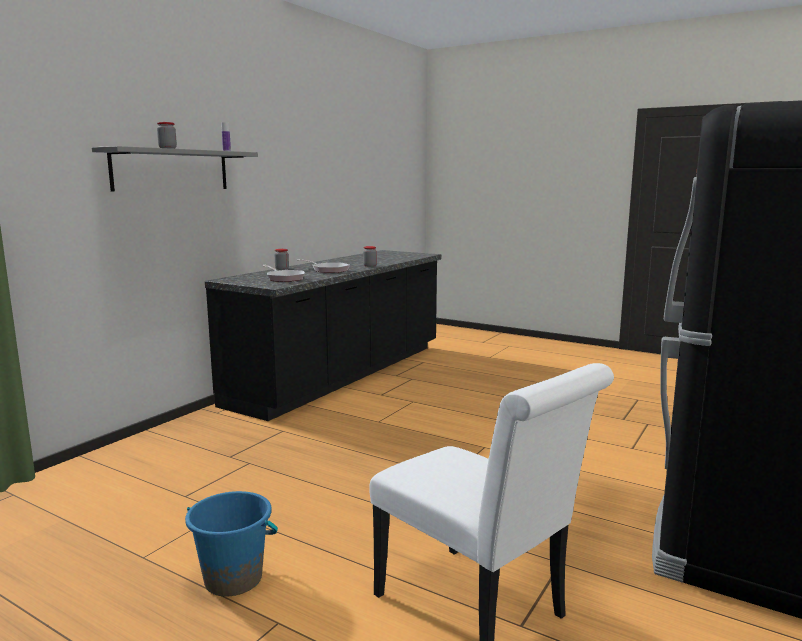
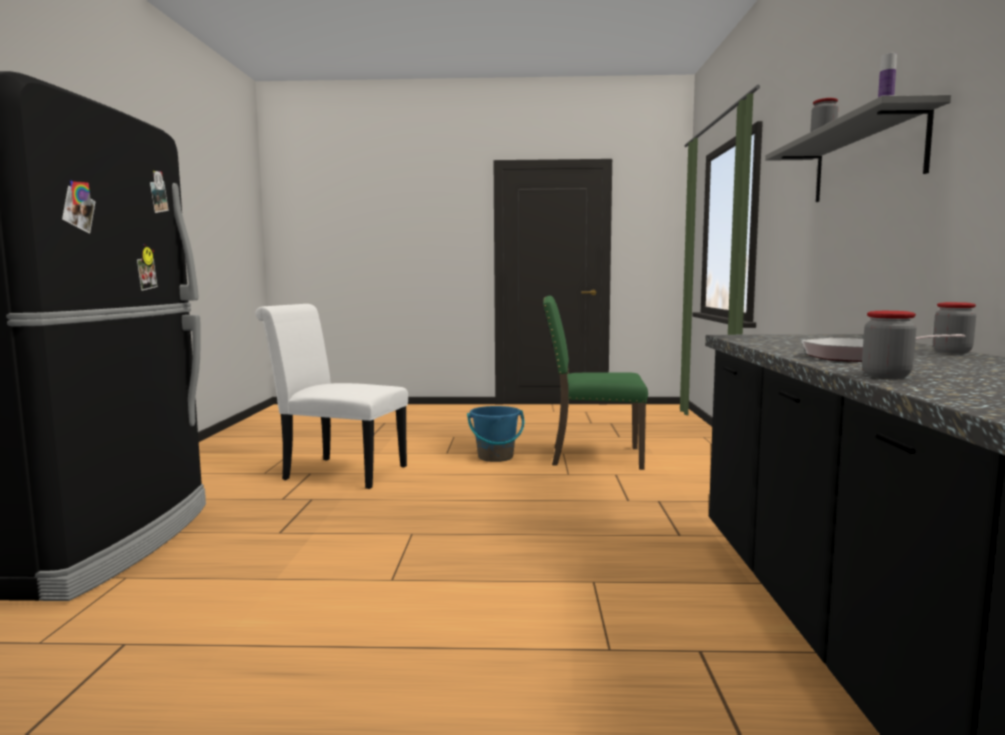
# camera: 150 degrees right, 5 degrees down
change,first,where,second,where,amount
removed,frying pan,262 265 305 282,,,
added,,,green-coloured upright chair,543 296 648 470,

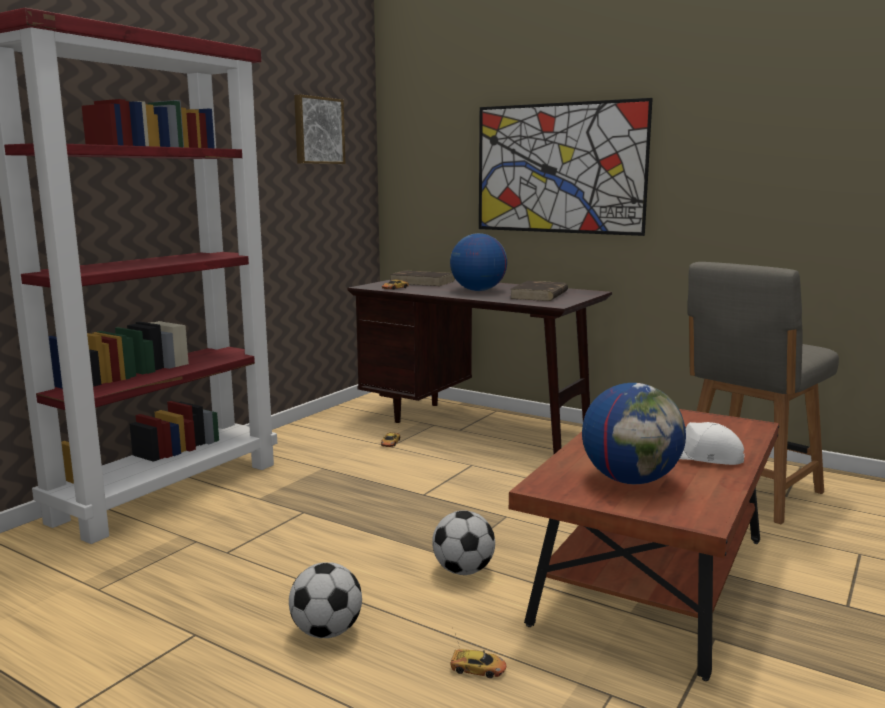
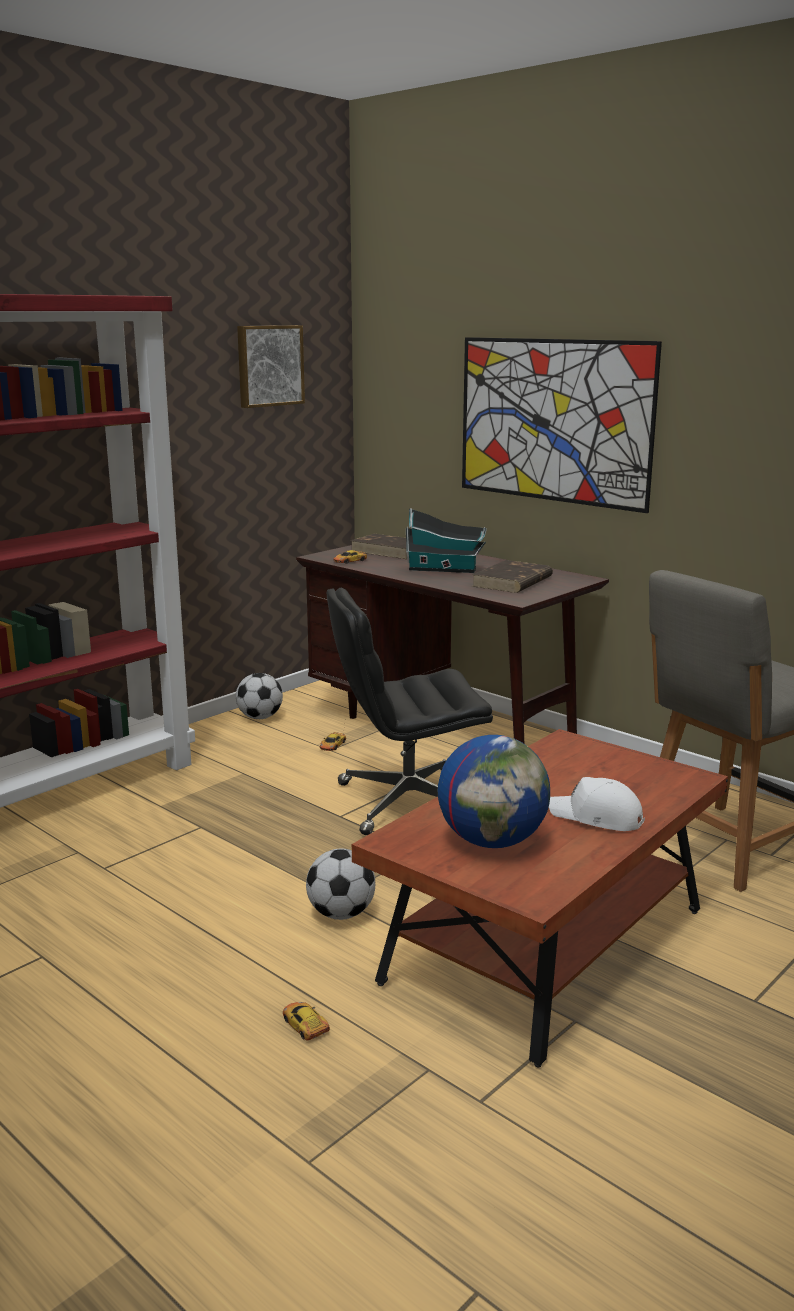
# camera: 10 degrees right, 5 degrees up
change,first,where,second,where,amount
added,,,black office chair,327 587 493 835,
moved,ball for football,289 562 362 638,,236 673 283 719,
replaced,world globe,450 233 507 291,toy house,406 508 487 573,
turned,model car,450 634 506 678,,283 1002 330 1040,150 degrees counterclockwise

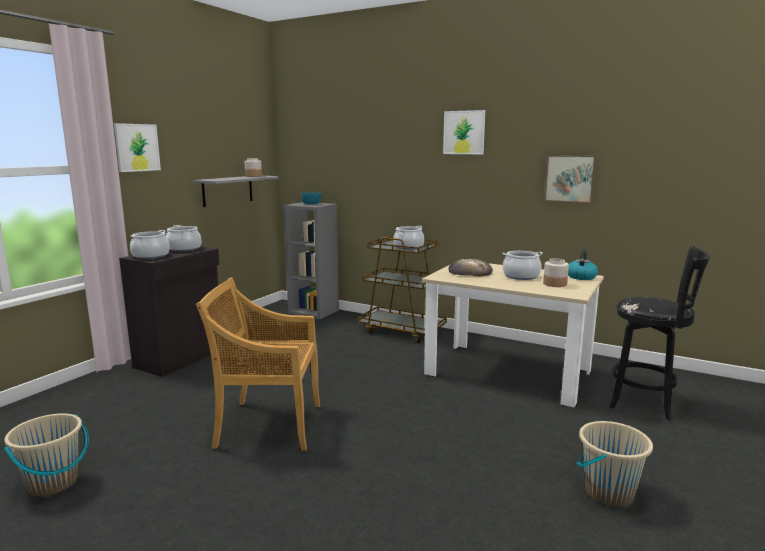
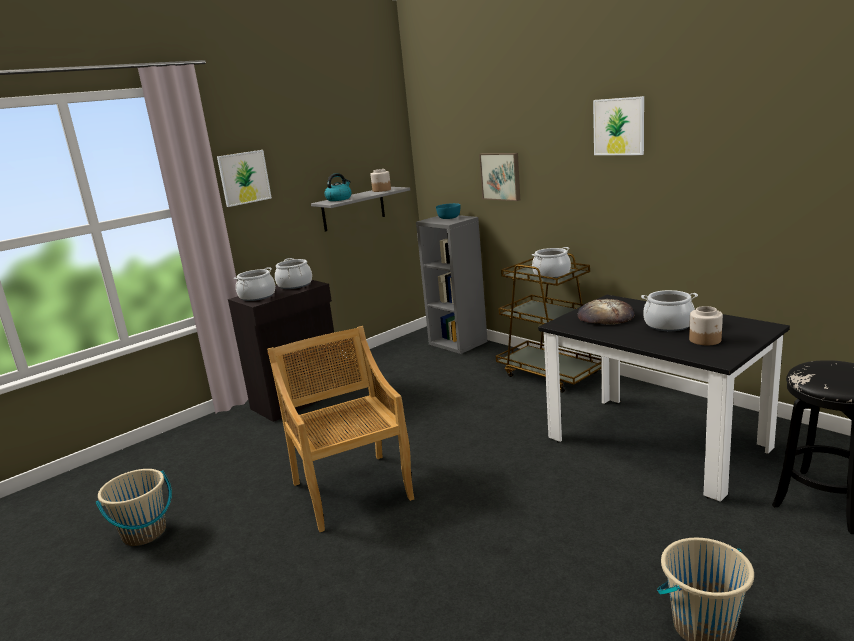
# camera: 20 degrees right, 5 degrees up
change,first,where,second,where,amount
moved,picture,544 155 596 203,,479 153 520 201,
moved,tea kettle,568 249 598 280,,324 173 352 201,
recoloured,beige-coloured kitchen table,422 263 604 408,black kitchen table,538 295 790 502,
turned,beige-coloured upright chair,196 277 320 451,,267 326 414 532,45 degrees clockwise

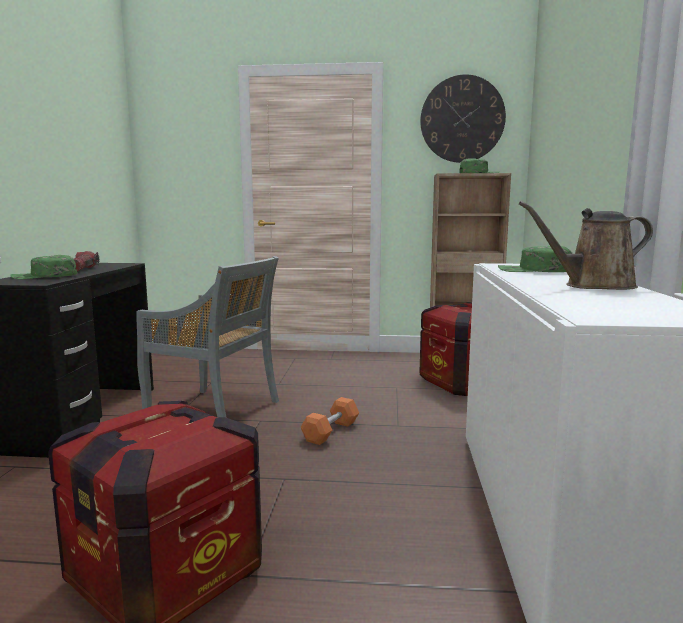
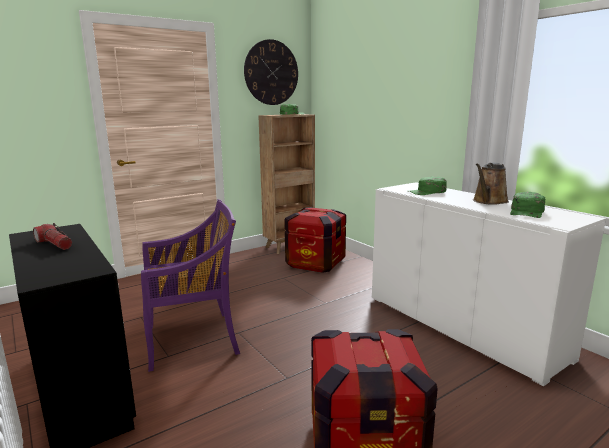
# camera: 40 degrees left, 5 degrees up
change,first,where,second,where,amount
removed,orange-coloured dumbbell,301 397 359 445,,,
moved,green-coloured cap,10 255 77 279,,510 192 545 218,
recoloured,greyish upright chair,137 256 279 418,purple upright chair,141 199 240 372,

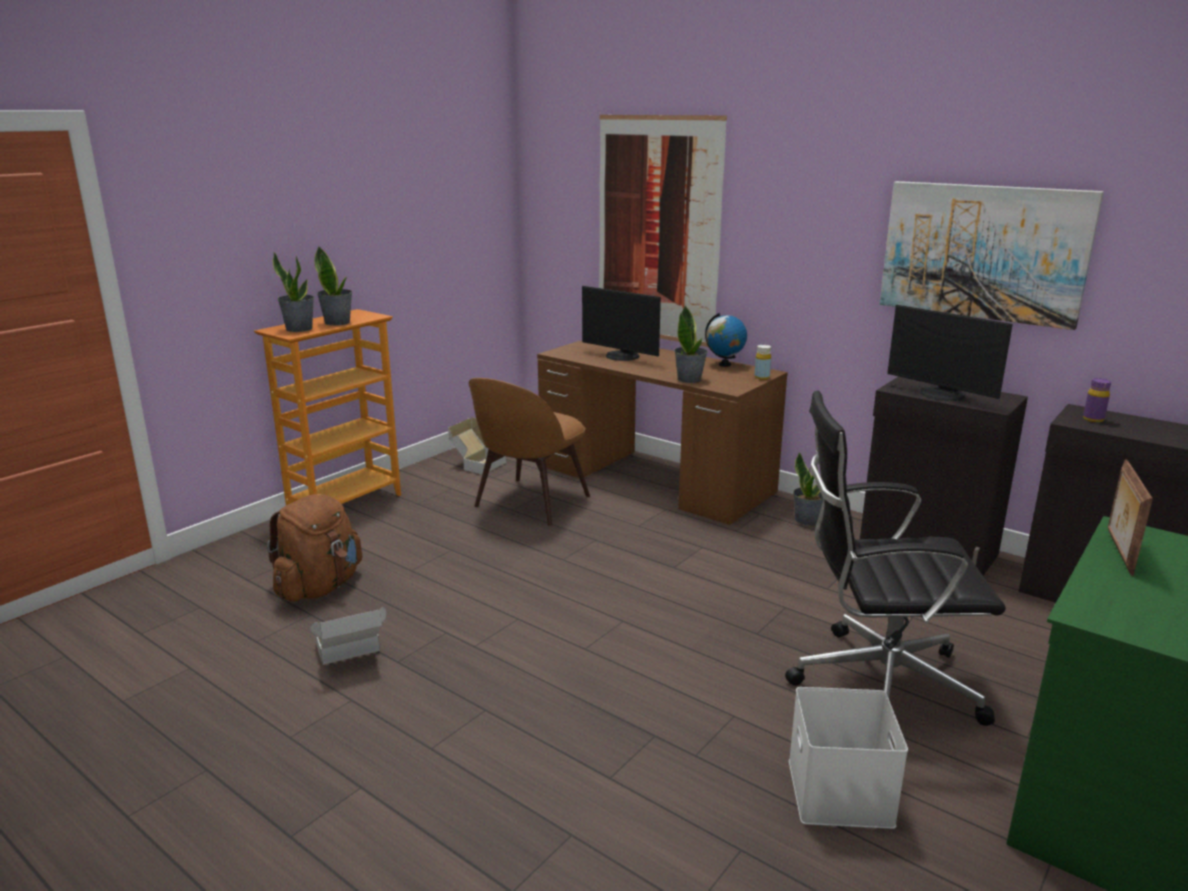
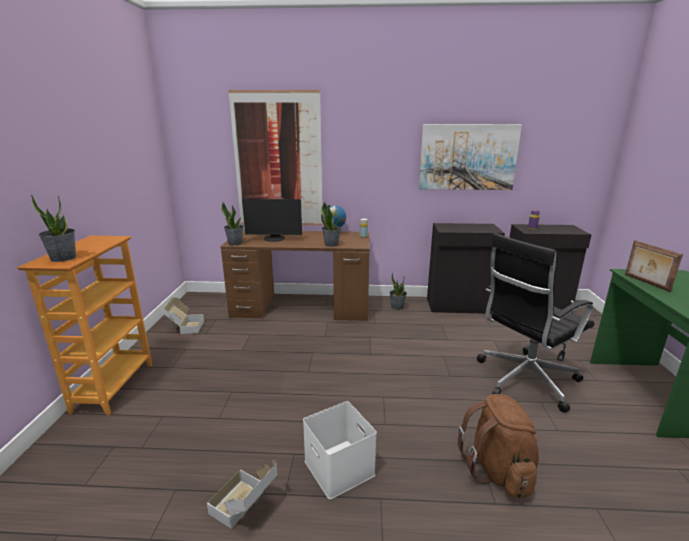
# camera: 35 degrees left, 0 degrees up
change,first,where,second,where,amount
removed,brownish upright chair,469 378 590 526,,,
removed,computer display,887 305 1013 401,,,
moved,brownish rucksack,267 494 362 602,,458 394 539 498,
moved,plant in a pot,314 246 353 326,,221 202 244 246,
moved,white-coloured storage bin,789 687 908 829,,303 401 377 499,

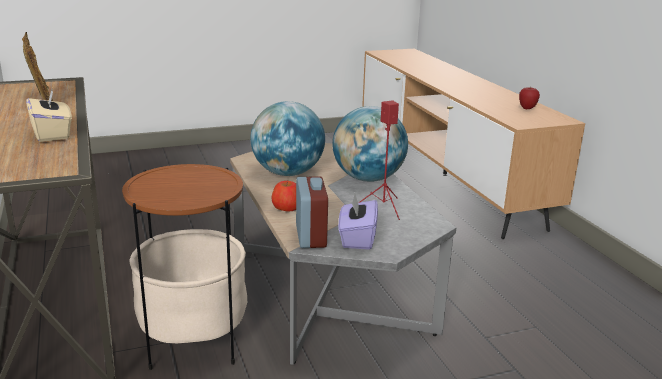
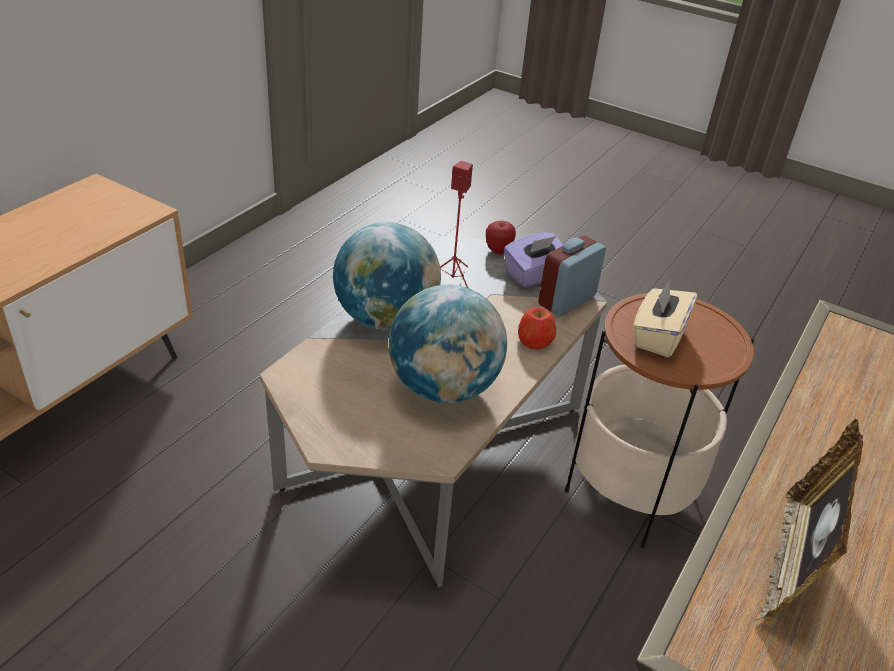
# camera: 130 degrees left, 15 degrees up
change,first,where,second,where,amount
moved,beige-coloured box of tissues,26 89 72 142,,633 280 697 357,
moved,whole apple,519 87 540 109,,486 221 516 254,

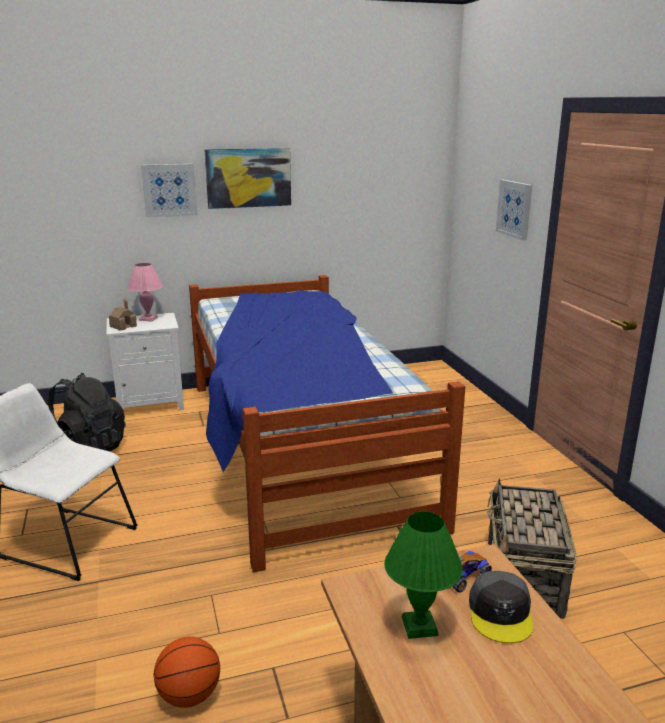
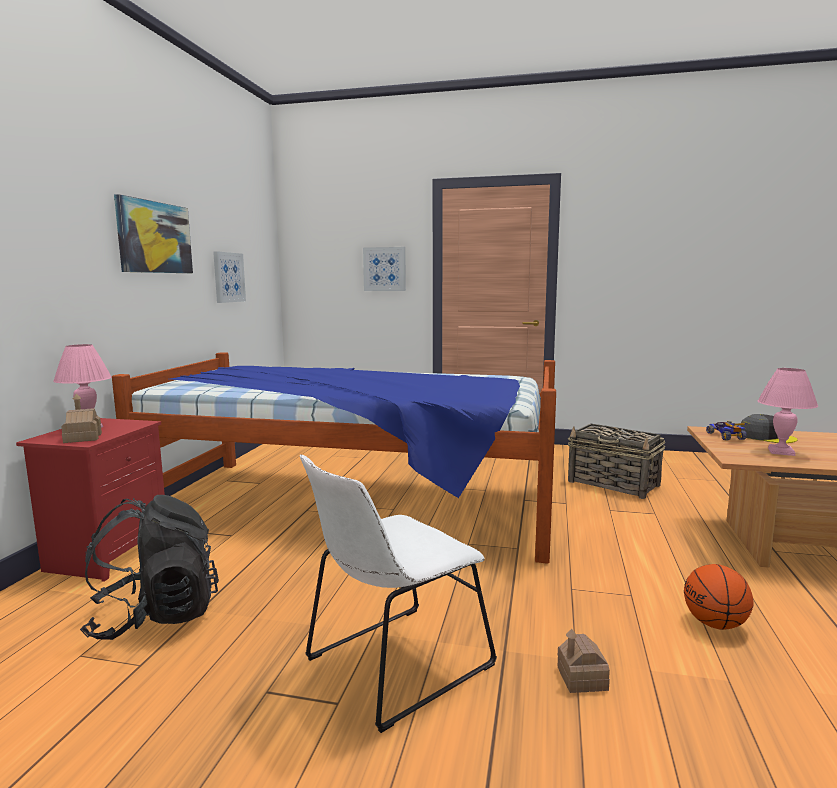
# camera: 60 degrees left, 10 degrees down
change,first,where,second,where,amount
added,,,toy house,557 629 610 693,
moved,picture,141 164 197 218,,213 251 246 303,
recoloured,white-coloured nightstand,107 313 184 410,reddish nightstand,16 418 165 582,
recoloured,green-coloured tabletop lamp,384 512 463 639,pink-coloured tabletop lamp,758 368 818 456,

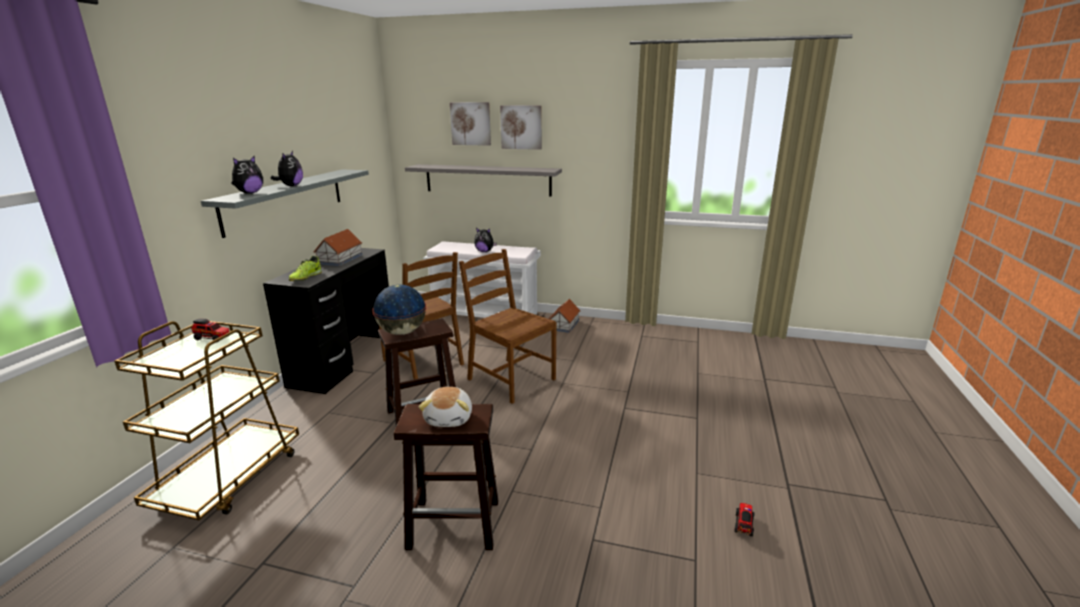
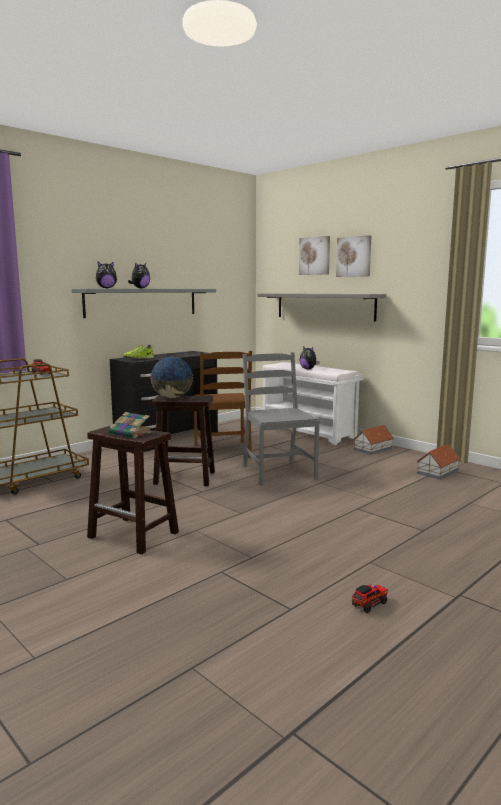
# camera: 30 degrees right, 10 degrees down
change,first,where,second,where,amount
moved,toy house,314 229 362 266,,417 444 460 480,
replaced,cuddly toy,419 387 472 427,volume,109 412 152 438,
recoloured,brownish upright chair,459 249 556 404,greyish upright chair,243 352 319 486,

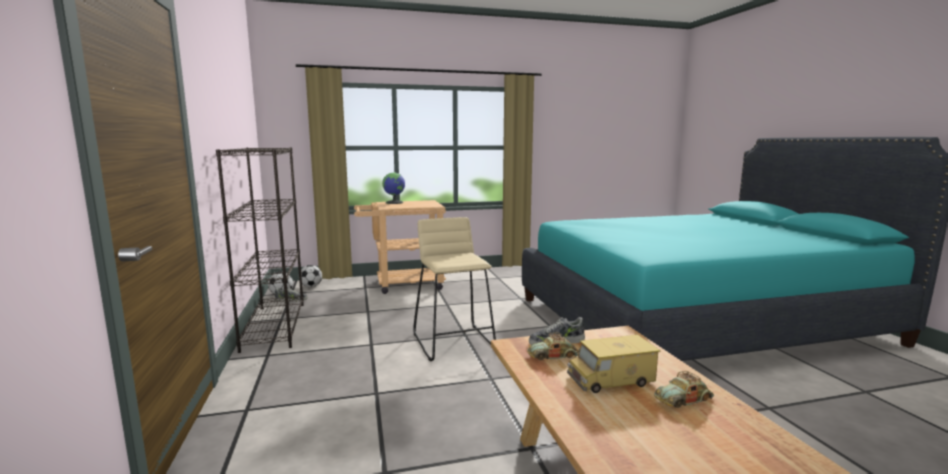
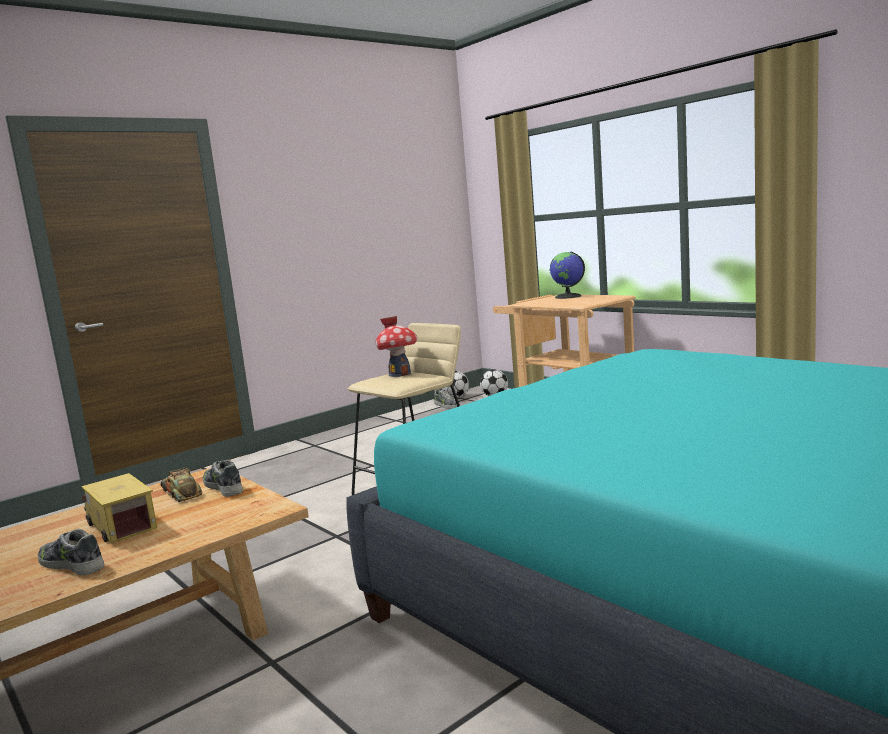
# camera: 65 degrees right, 0 degrees up
change,first,where,second,where,amount
removed,black bookcase,216 147 304 353,,,
added,,,toy house,375 316 417 377,
replaced,model car,654 371 714 408,low shoe,38 529 104 576,

